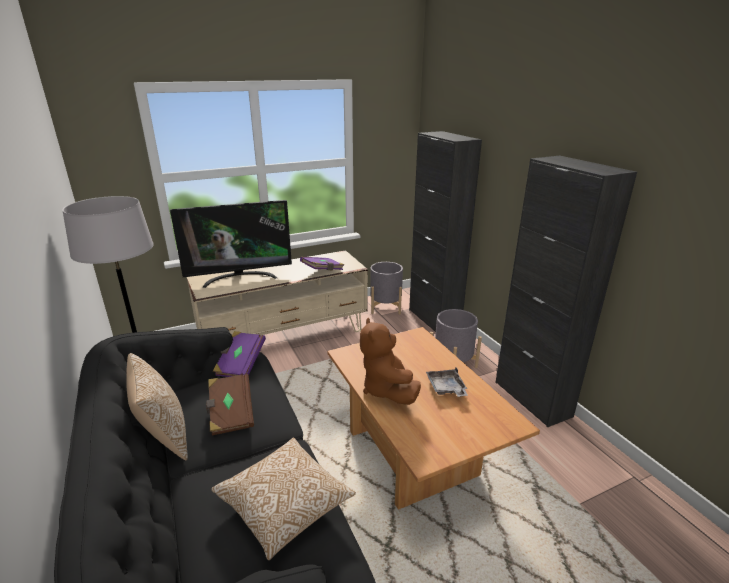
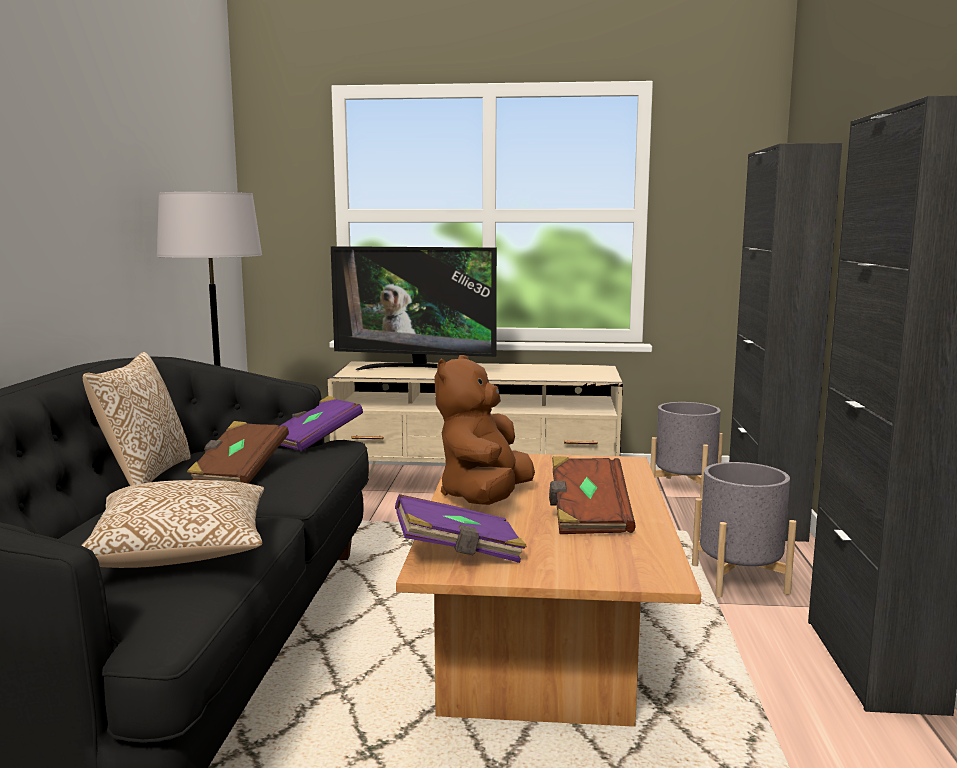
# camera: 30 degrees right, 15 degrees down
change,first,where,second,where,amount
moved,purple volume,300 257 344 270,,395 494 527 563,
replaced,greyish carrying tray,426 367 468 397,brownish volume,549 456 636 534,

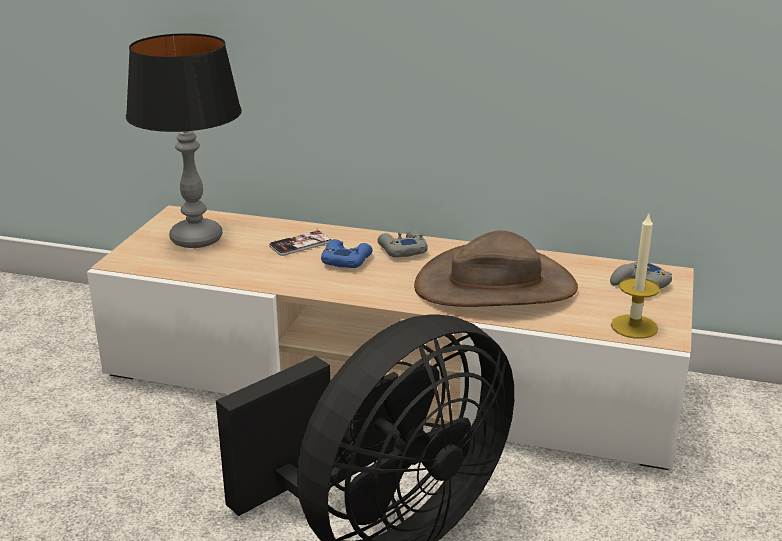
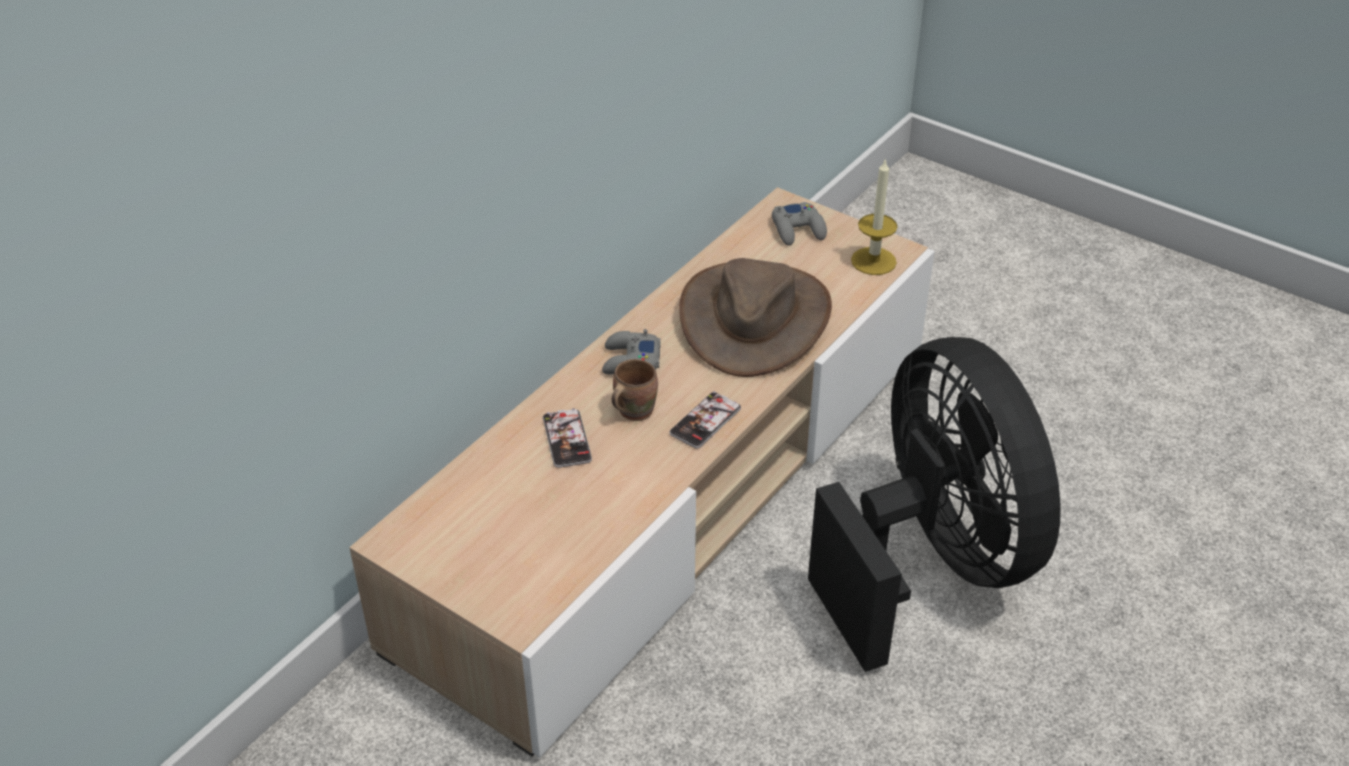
# camera: 70 degrees left, 15 degrees up
change,first,where,second,where,amount
removed,tabletop lamp,126 33 242 248,,,
added,,,handset,669 391 741 448,
replaced,blue-coloured joypad,321 239 373 268,brownish tea mug,612 359 658 421,

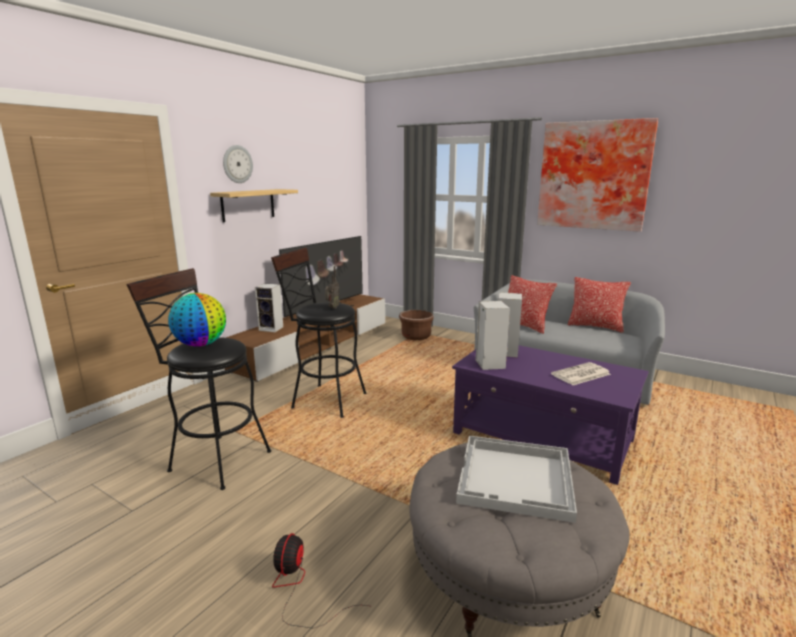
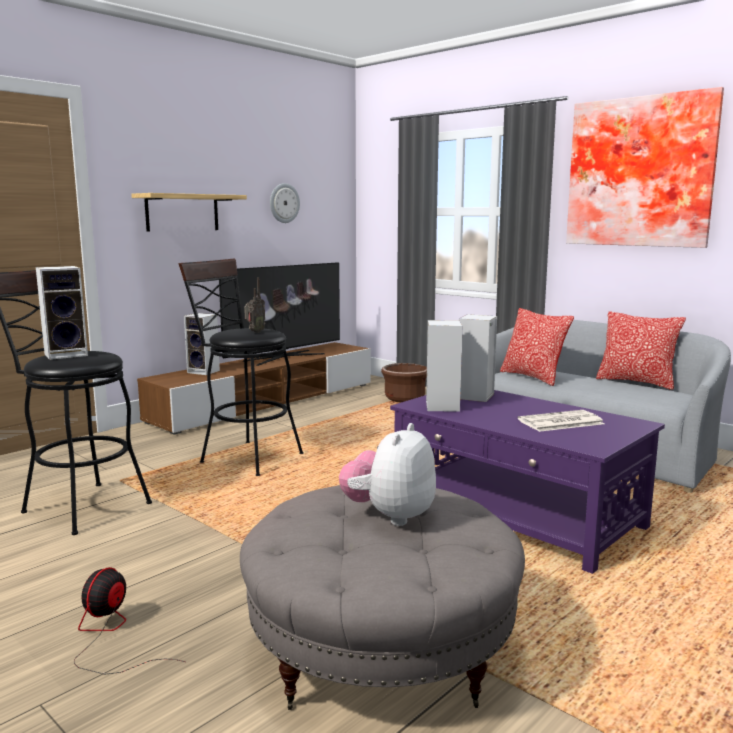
# camera: 10 degrees right, 5 degrees down
change,first,where,second,where,amount
moved,hanging clock,223 145 253 183,,270 183 300 223,
replaced,world globe,168 293 226 347,audio speaker,36 266 88 360,
replaced,white-coloured carrying tray,456 436 577 523,cuddly toy,339 423 436 526,

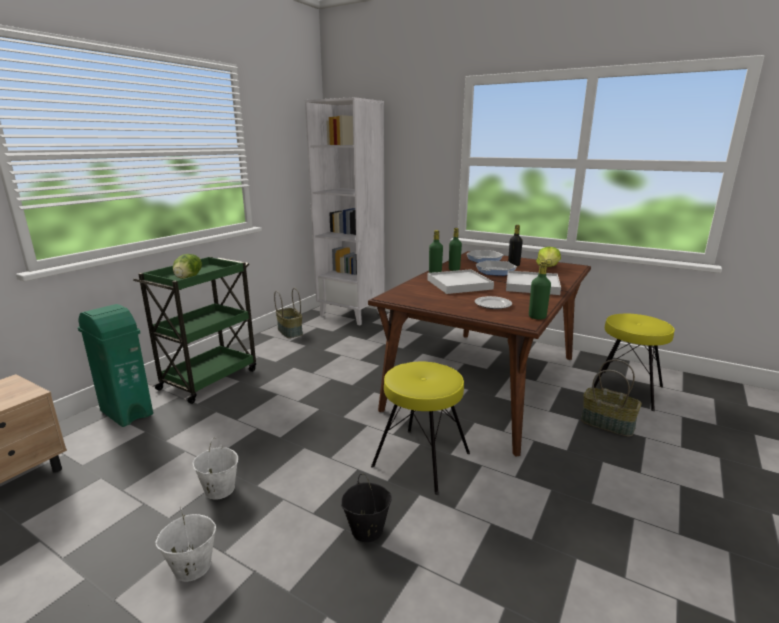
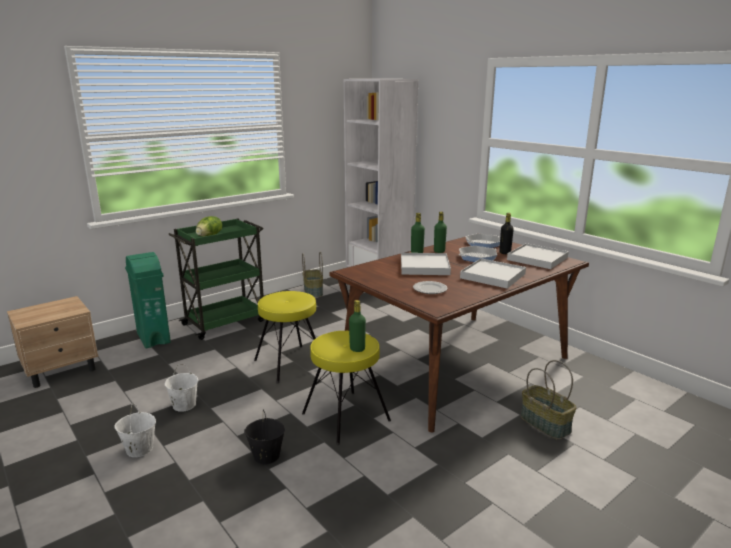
# camera: 20 degrees right, 0 degrees up
change,first,where,second,where,amount
moved,green-coloured beverage bottle,529 261 551 319,,349 300 366 352,
moved,yellowish stool,592 314 675 411,,254 291 316 384,
replaced,head of lettuce,536 247 561 267,white-coloured carrying tray,507 243 569 269,

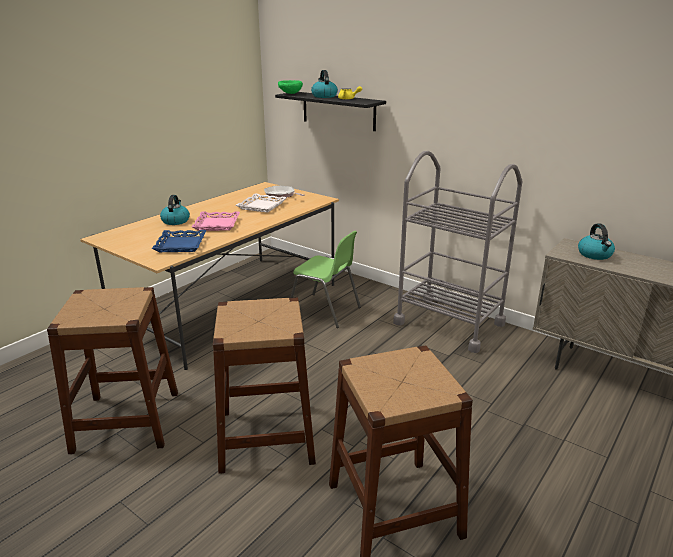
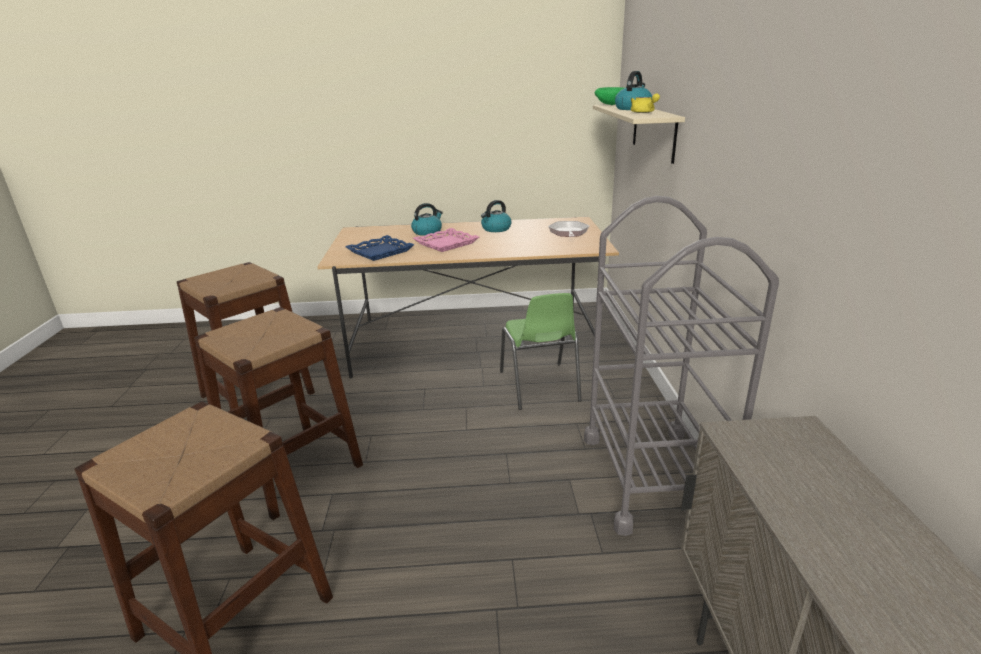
# camera: 50 degrees right, 0 degrees up
change,first,where,second,where,amount
removed,white-coloured carrying tray,236 193 287 213,,,
moved,tea kettle,578 223 615 260,,481 200 512 232,
recoloured,black bracket shelf,275 92 386 131,beige-coloured bracket shelf,593 104 685 164,

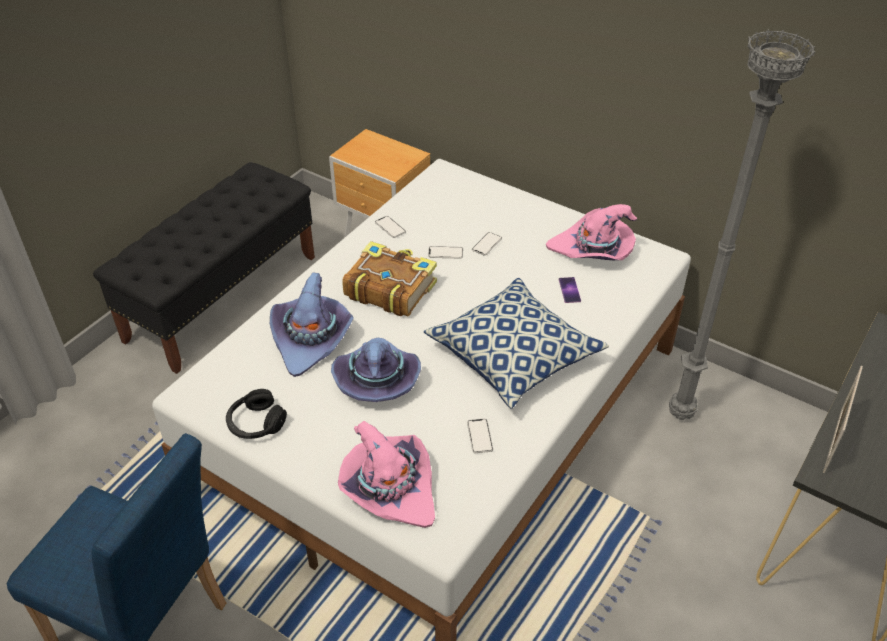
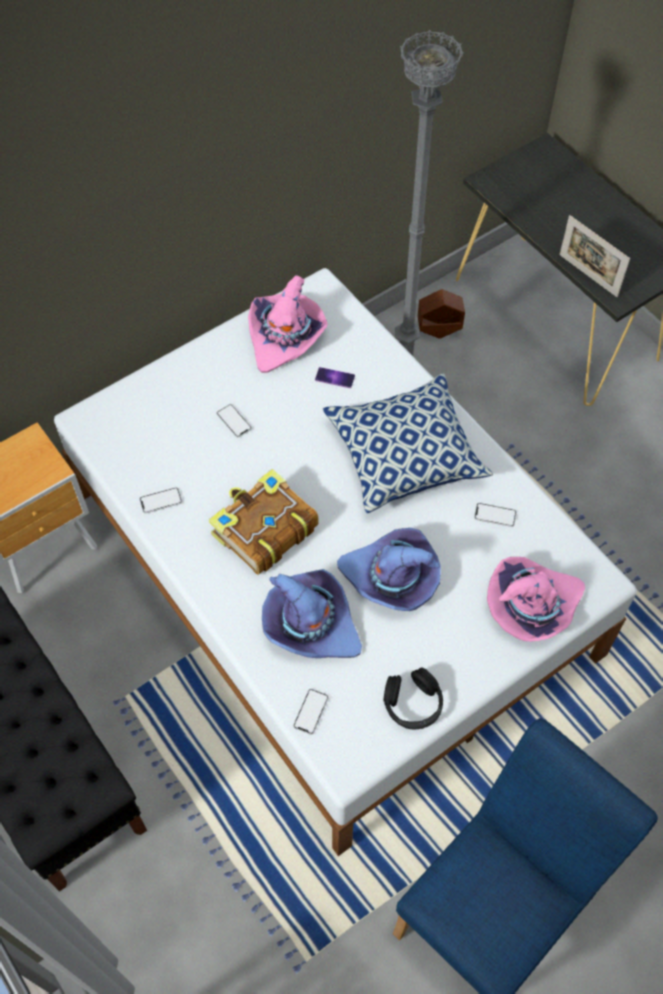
# camera: 70 degrees left, 15 degrees up
change,first,where,second,where,amount
added,,,brownish planter,418 289 465 339,
moved,handset,428 246 463 258,,293 689 329 735,

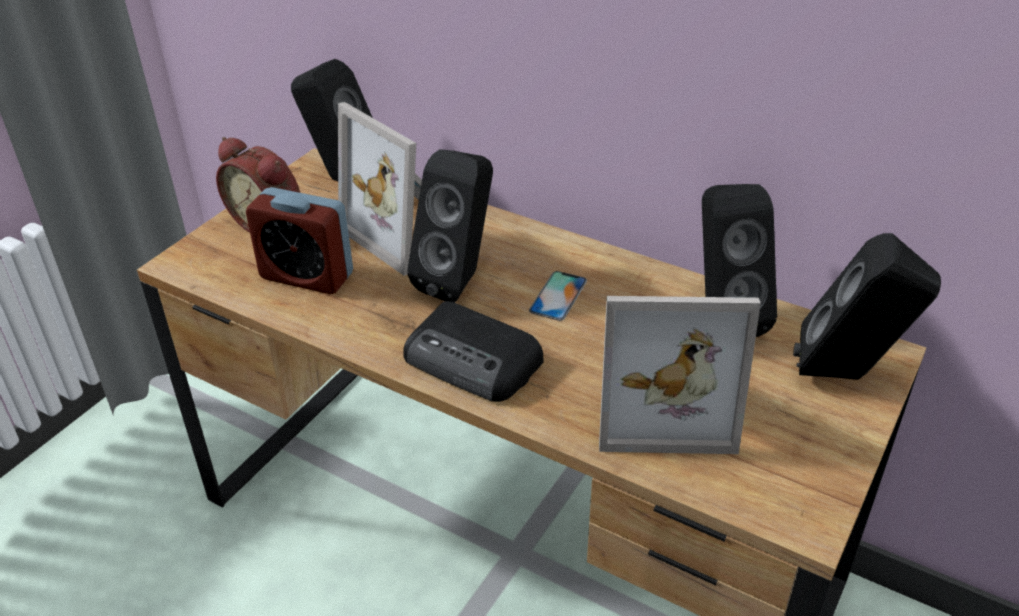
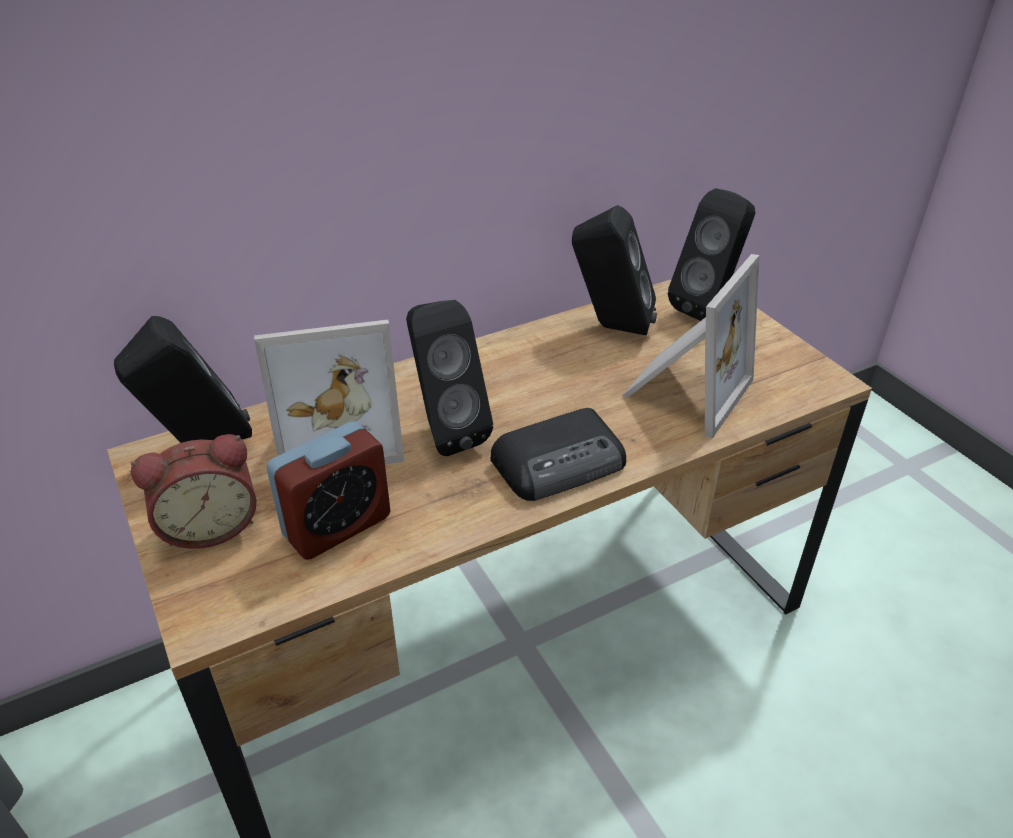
# camera: 60 degrees left, 0 degrees up
change,first,where,second,where,amount
removed,handset,529 271 587 321,,,

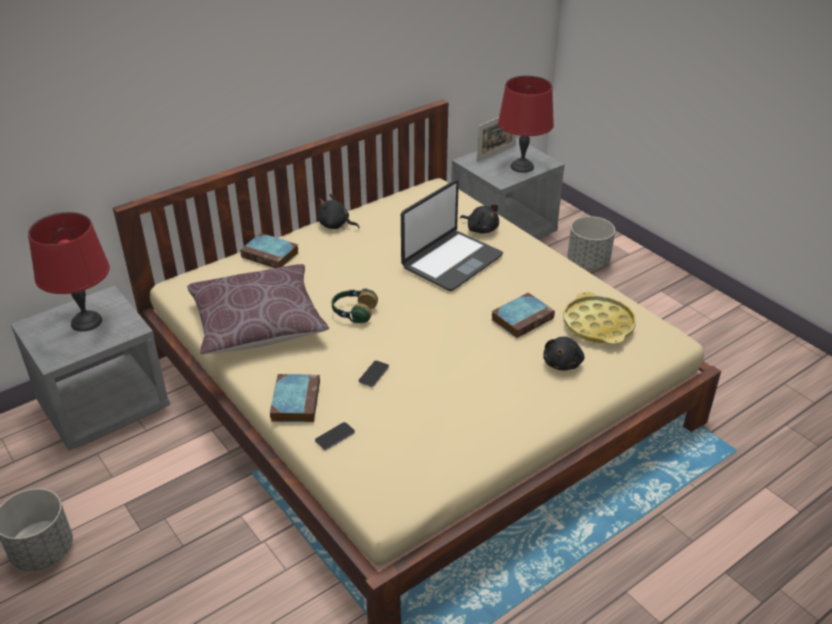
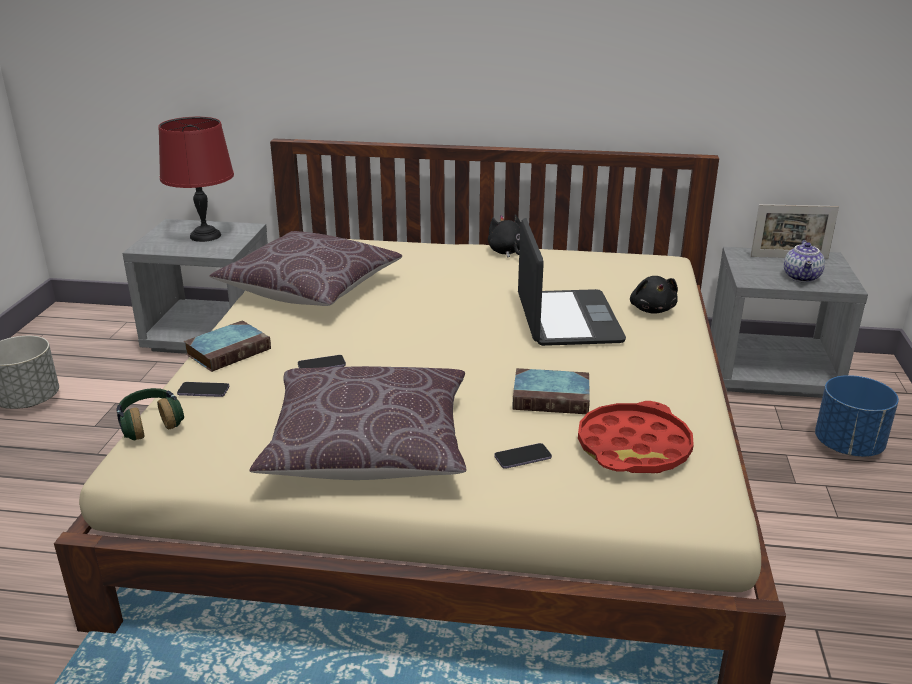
# camera: 45 degrees right, 10 degrees down
change,first,where,second,where,amount
removed,volume,240 233 299 268,,,
added,,,brownish pillow,249 366 467 480,
moved,headphones,332 289 378 323,,116 388 184 440,
replaced,reddish tabletop lamp,498 76 554 173,pot for tea,784 240 825 283,
replaced,black cuddly toy,543 337 584 371,handset,494 443 552 469,
recoloured,yellowish carrying tray,563 292 636 345,reddish carrying tray,578 401 694 473,
recoloured,greyish planter,567 216 615 269,blue-coloured planter,815 375 899 457,
turned,laptop,401 180 503 291,,518 218 626 346,90 degrees counterclockwise

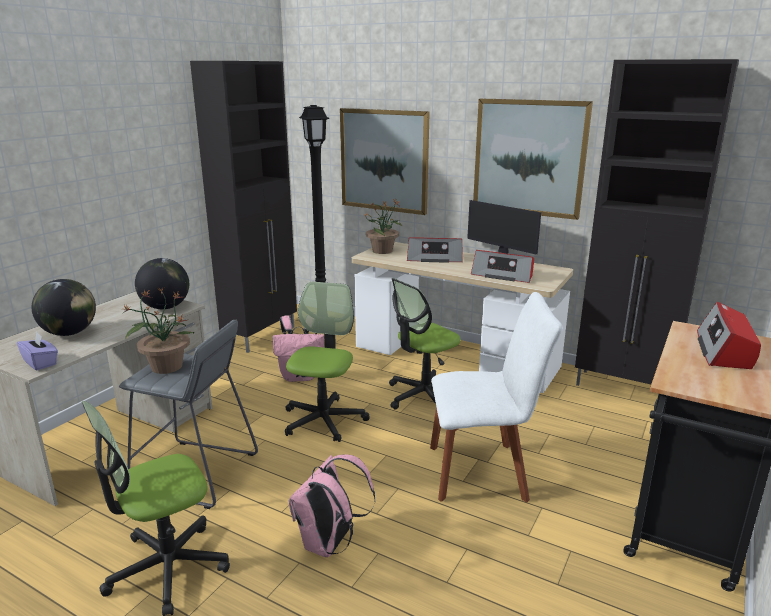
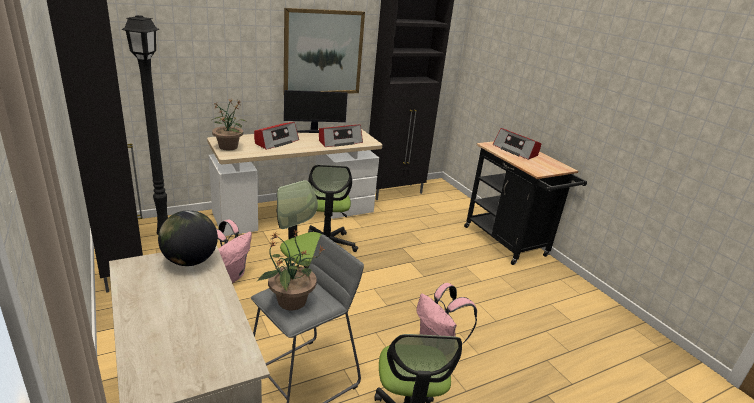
# camera: 60 degrees left, 5 degrees up
change,first,where,second,where,amount
removed,purple box of tissues,17 332 58 370,,,
removed,world globe,32 279 96 336,,,
removed,picture,340 108 430 215,,,
removed,white-coloured upright chair,430 292 563 502,,,

